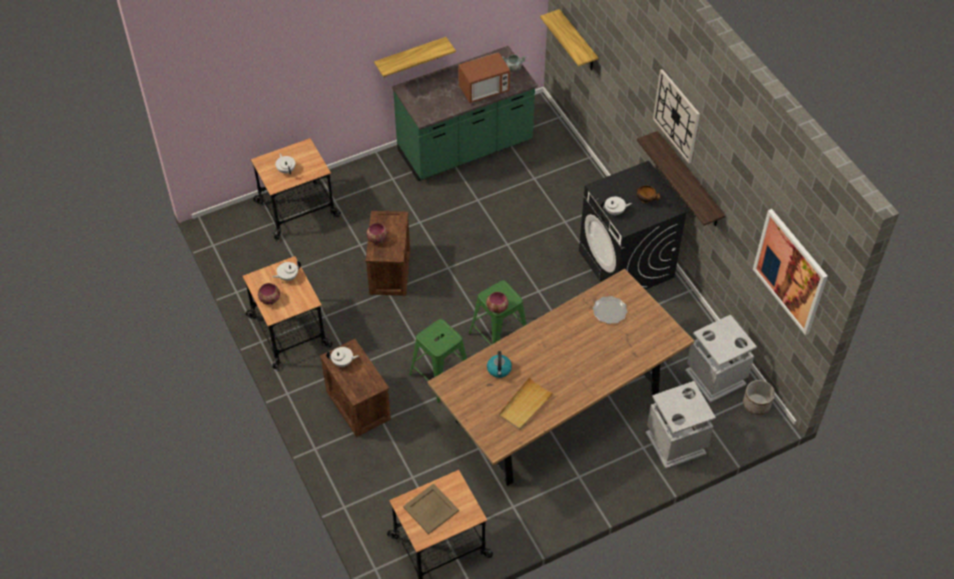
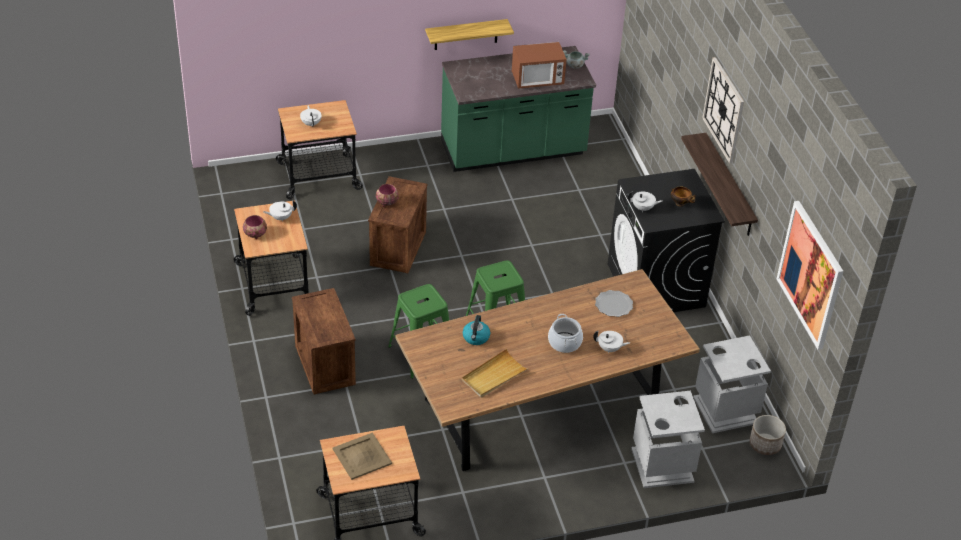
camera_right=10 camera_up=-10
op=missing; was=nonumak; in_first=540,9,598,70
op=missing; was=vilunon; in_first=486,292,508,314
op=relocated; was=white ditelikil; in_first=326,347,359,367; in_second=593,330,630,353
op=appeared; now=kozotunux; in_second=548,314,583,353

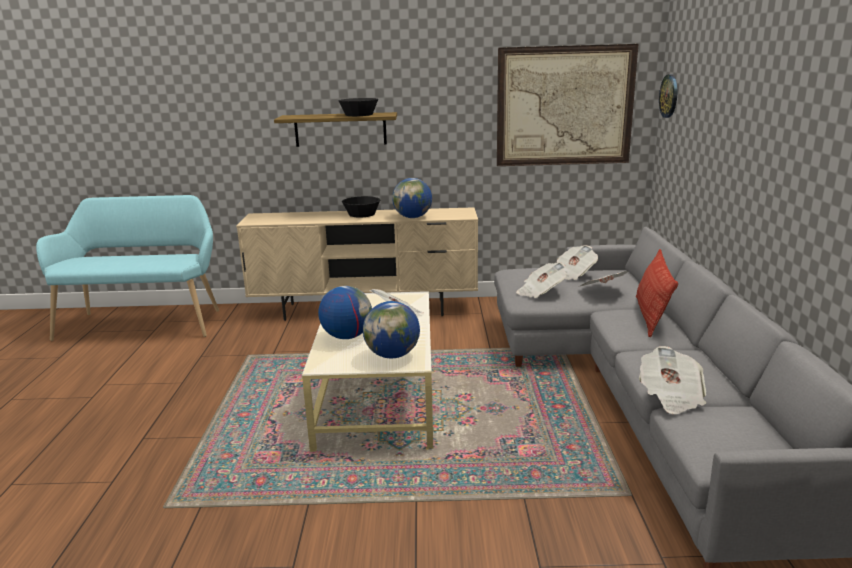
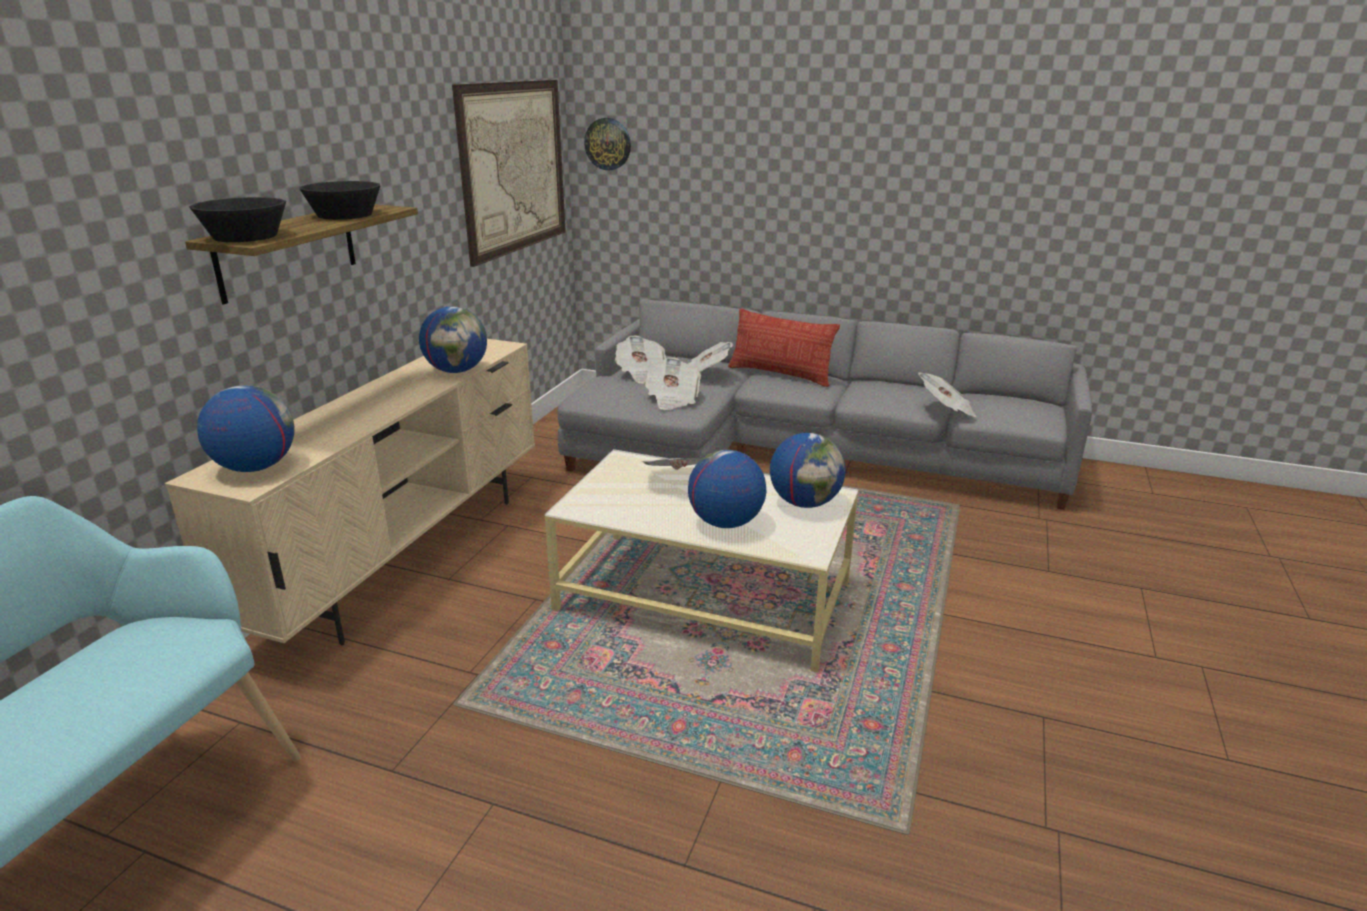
camera_right=-70 camera_up=5
op=relocated; was=black vilunon; in_first=342,196,381,218; in_second=189,197,286,242
op=appeared; now=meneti; in_second=197,385,295,472

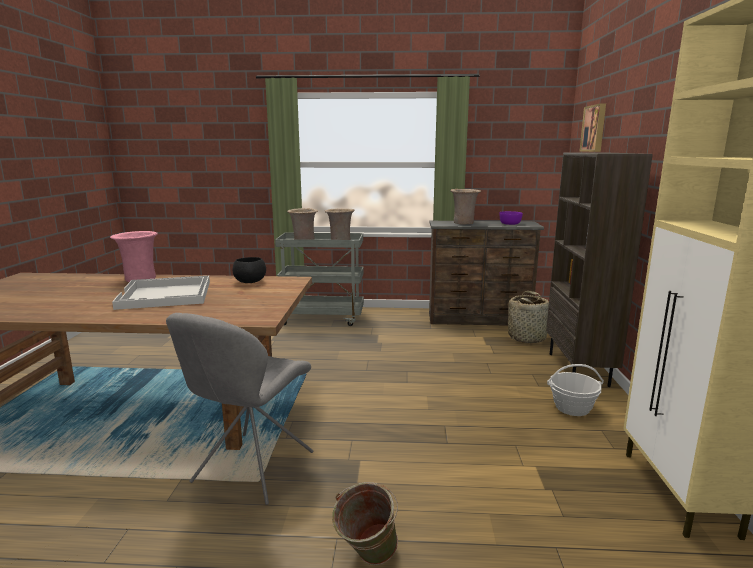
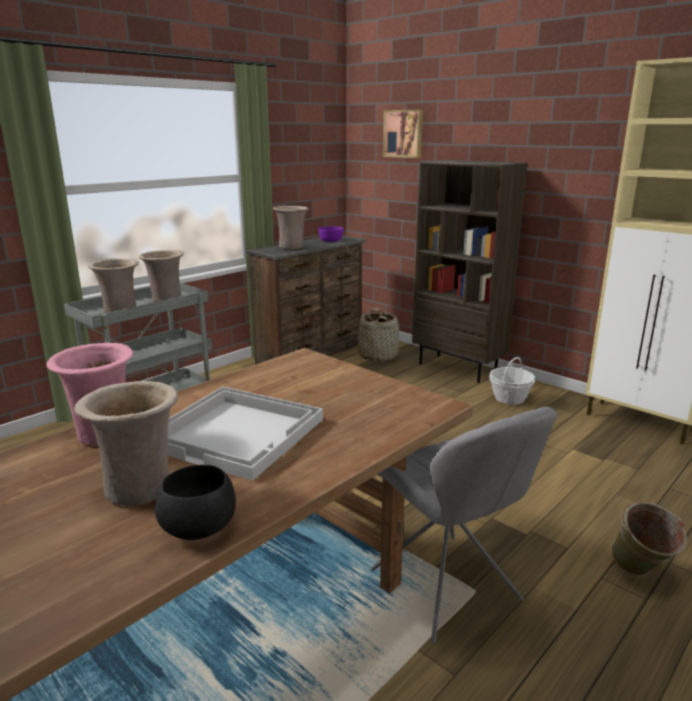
camera_right=-50 camera_up=5
op=relocated; was=black vilunon; in_first=233,257,266,283; in_second=155,465,236,540
op=appeared; now=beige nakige; in_second=74,381,178,506

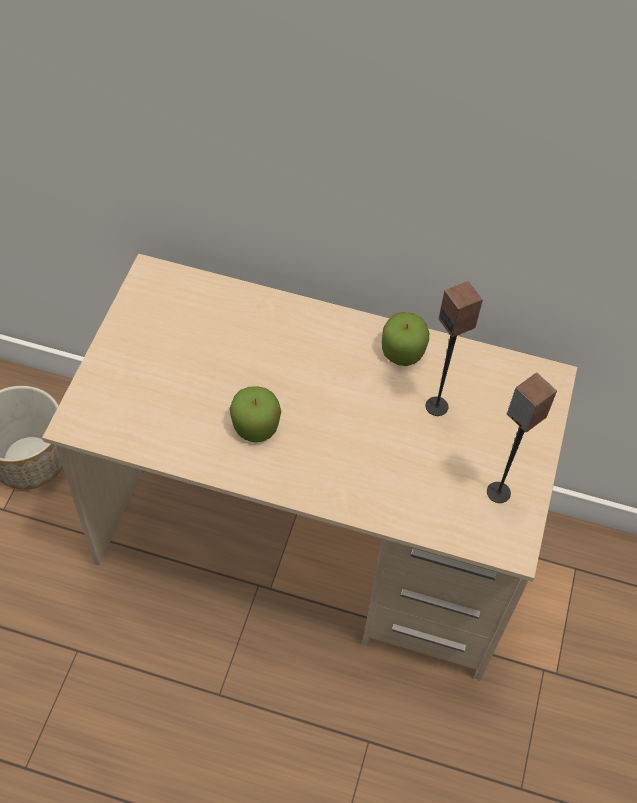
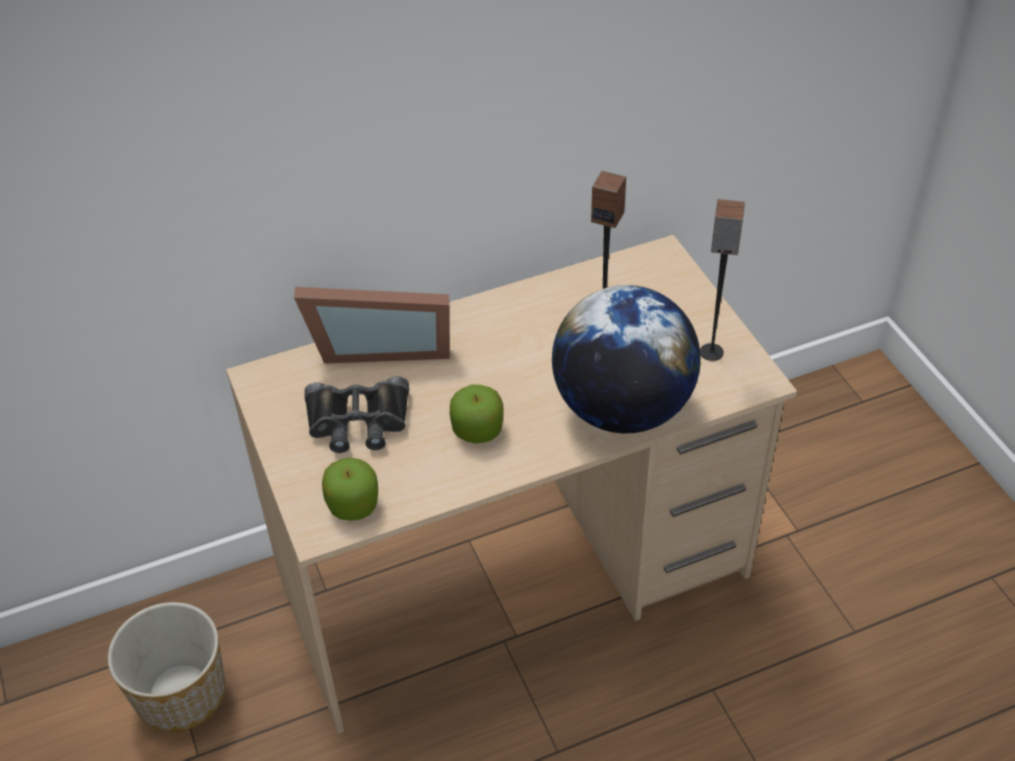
camera_right=-35 camera_up=-10
op=relocated; was=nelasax; in_first=382,312,429,366; in_second=322,458,378,521
op=appeared; now=meneti; in_second=552,285,701,434
op=appeared; now=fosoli; in_second=294,287,450,364
op=appeared; now=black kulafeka; in_second=305,376,409,453

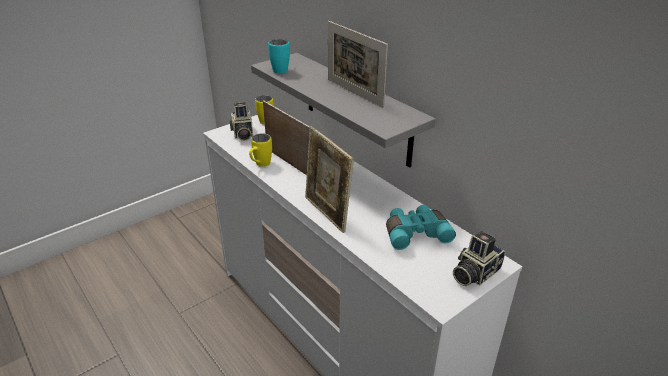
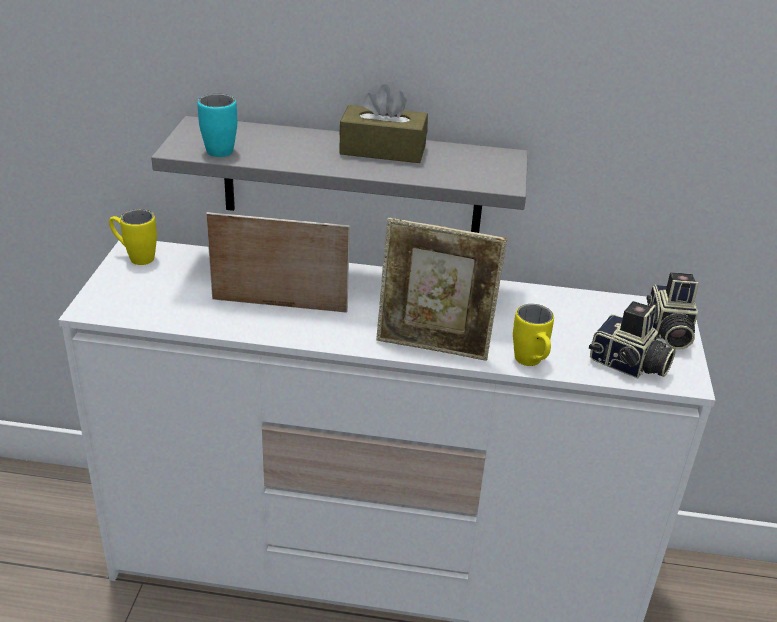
camera_right=-45 camera_up=0
op=exchanged; was=fosoli; now=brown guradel; in_first=328,21,388,108; in_second=339,84,428,163
op=relocated; was=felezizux; in_first=230,102,253,141; in_second=589,301,676,378
op=relocated; was=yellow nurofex; in_first=249,133,272,167; in_second=513,304,554,366
op=missing; was=turquoise kulafeka; in_first=386,205,456,250

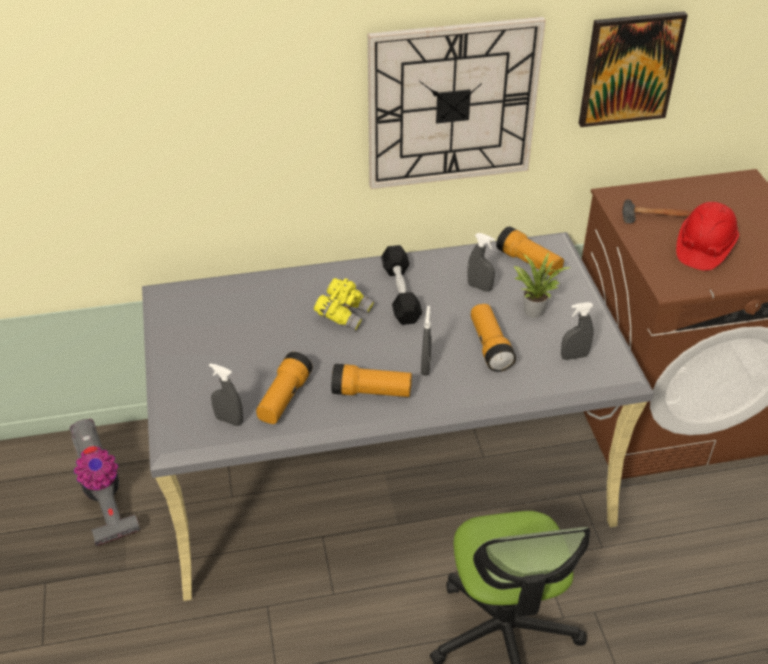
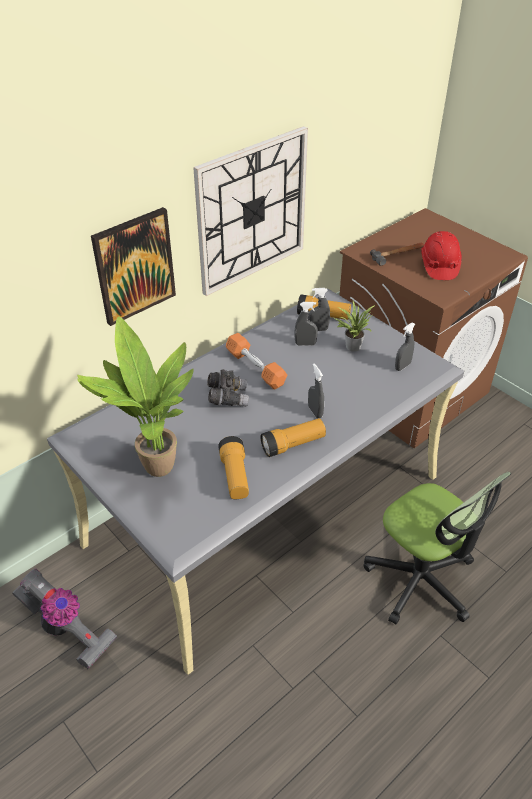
camera_right=-30 camera_up=0
op=relocated; was=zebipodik; in_first=579,11,688,127; in_second=91,207,176,326
op=colour; was=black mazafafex; now=orange mazafafex; in_first=381,245,422,325; in_second=226,333,287,390
op=colour; was=yellow kulafeka; now=grey kulafeka; in_first=314,278,374,331; in_second=207,369,249,406
op=missing; was=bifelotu; in_first=471,304,516,372
op=relocated; was=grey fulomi; in_first=209,363,243,426; in_second=308,288,330,331
op=appeared; now=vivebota; in_second=77,317,194,477

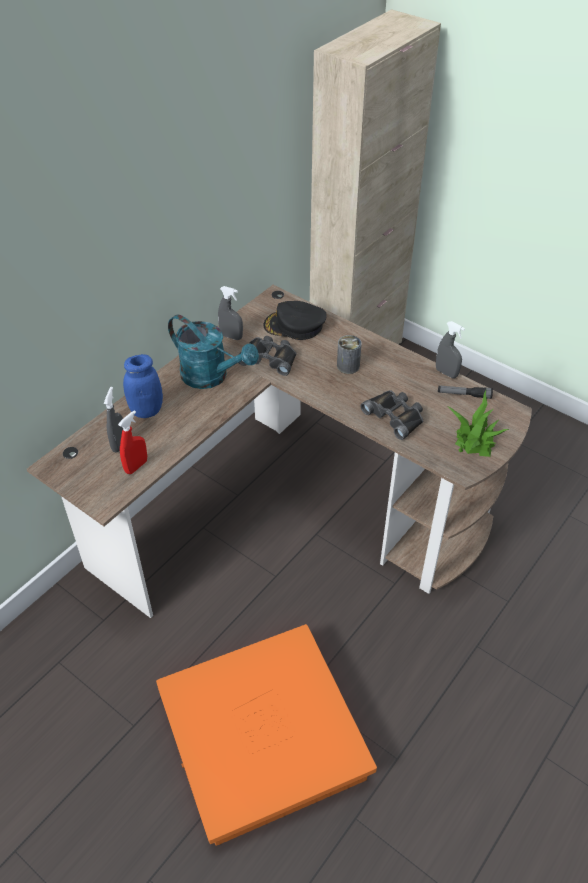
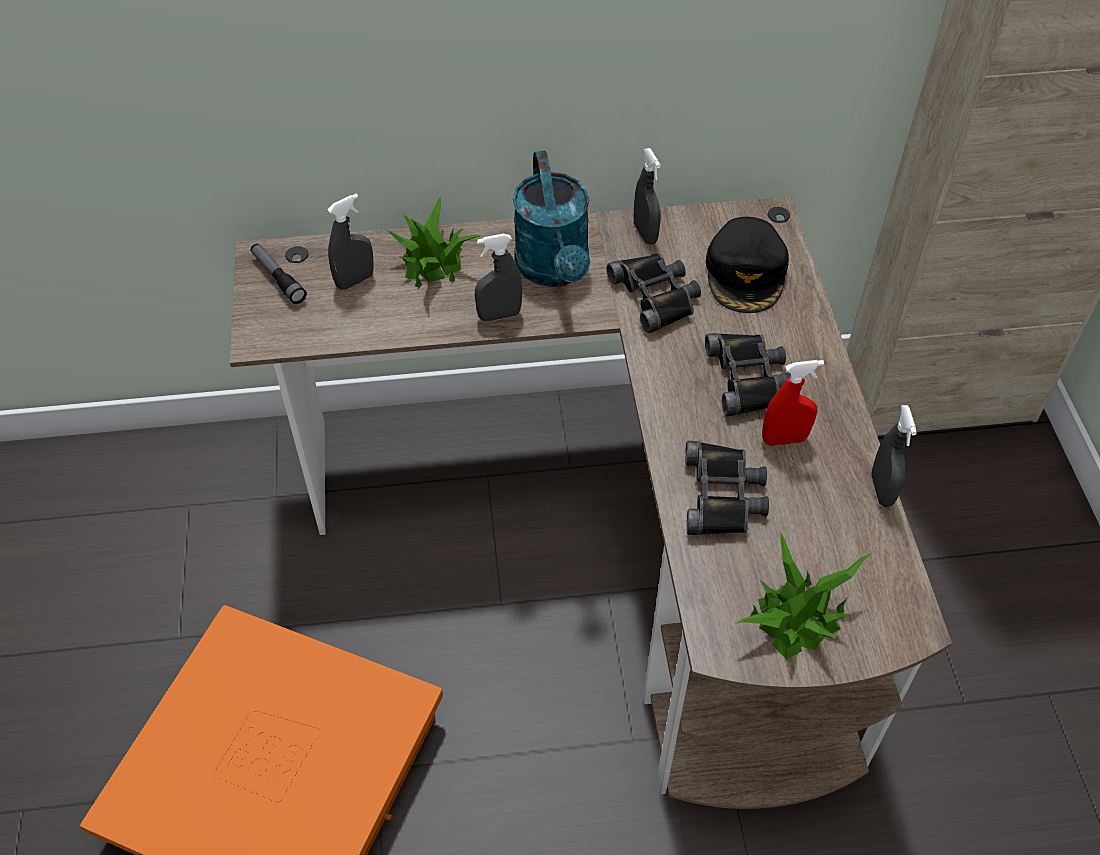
camera_right=45 camera_up=5
op=spun; was=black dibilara; in_first=264,301,327,340; in_second=706,217,789,313; clockwise=-135
op=exchanged; was=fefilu; now=black kulafeka; in_first=337,335,362,374; in_second=705,333,791,416
op=exchanged; was=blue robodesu; now=vivebota; in_first=123,354,163,418; in_second=386,196,480,288
op=relocated; was=bifelotu; in_first=438,386,493,399; in_second=251,244,307,304
op=relocated; was=red fulomi; in_first=118,410,147,474; in_second=762,360,824,446
op=appeared; now=grey fulomi; in_second=475,234,522,322

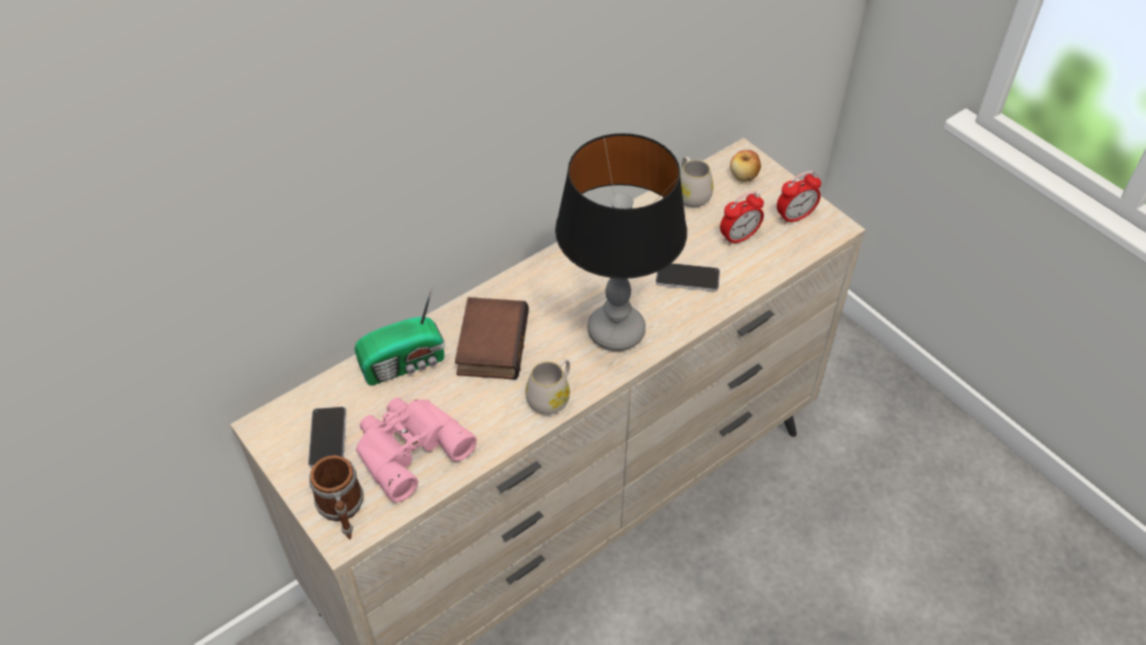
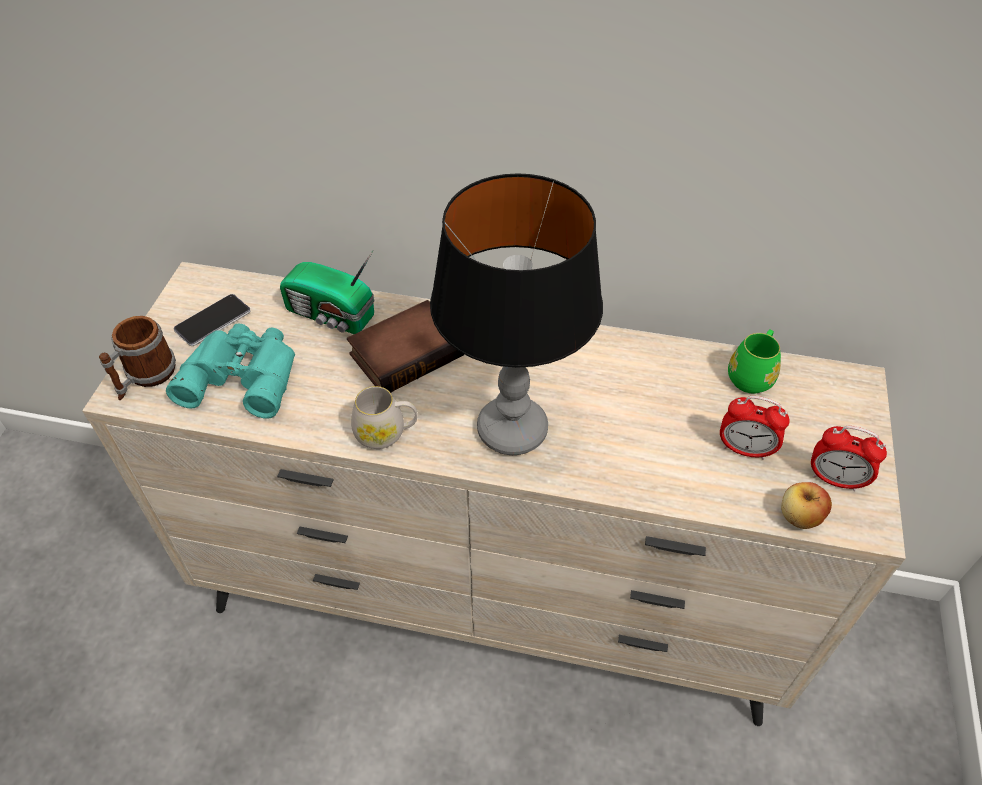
camera_right=50 camera_up=0
op=relocated; was=nelasax; in_first=730,150,761,182; in_second=781,482,832,529
op=colour; was=white nurofex; now=green nurofex; in_first=680,157,713,207; in_second=728,329,781,394
op=missing; was=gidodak; in_first=656,263,720,292
op=colour; was=pink kulafeka; now=turquoise kulafeka; in_first=356,398,477,502; in_second=166,323,295,419

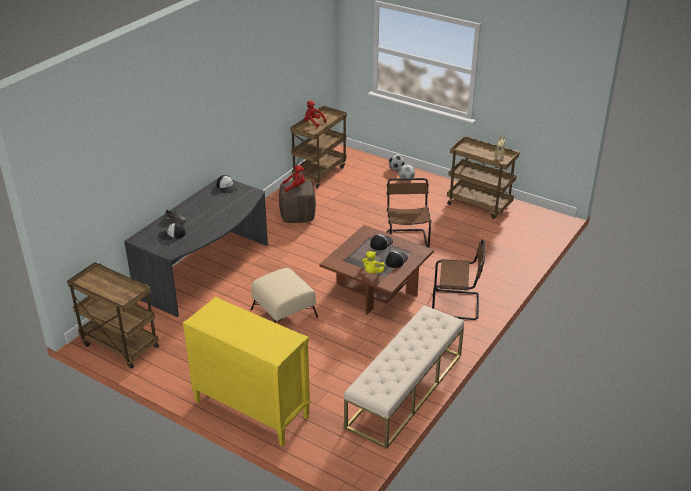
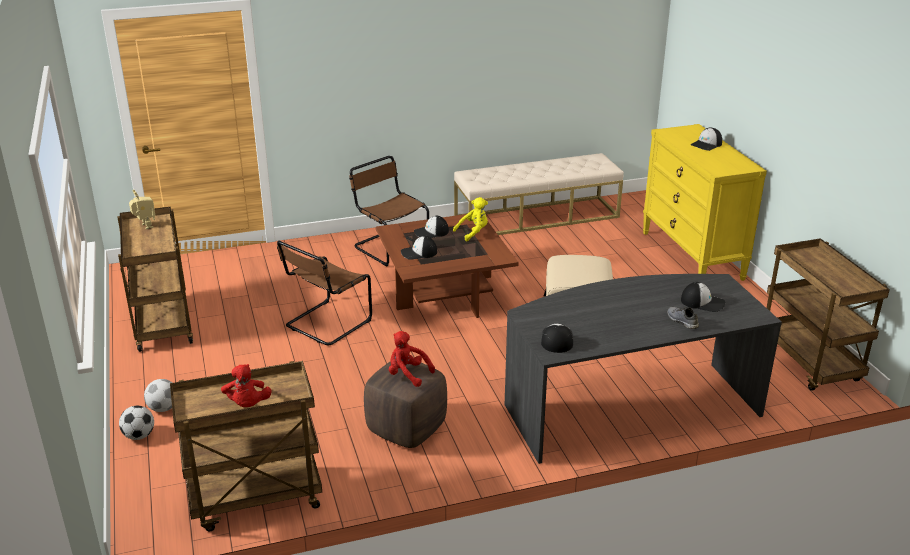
camera_right=-140 camera_up=-5
op=appeared; now=dibilara; in_second=691,127,722,151

